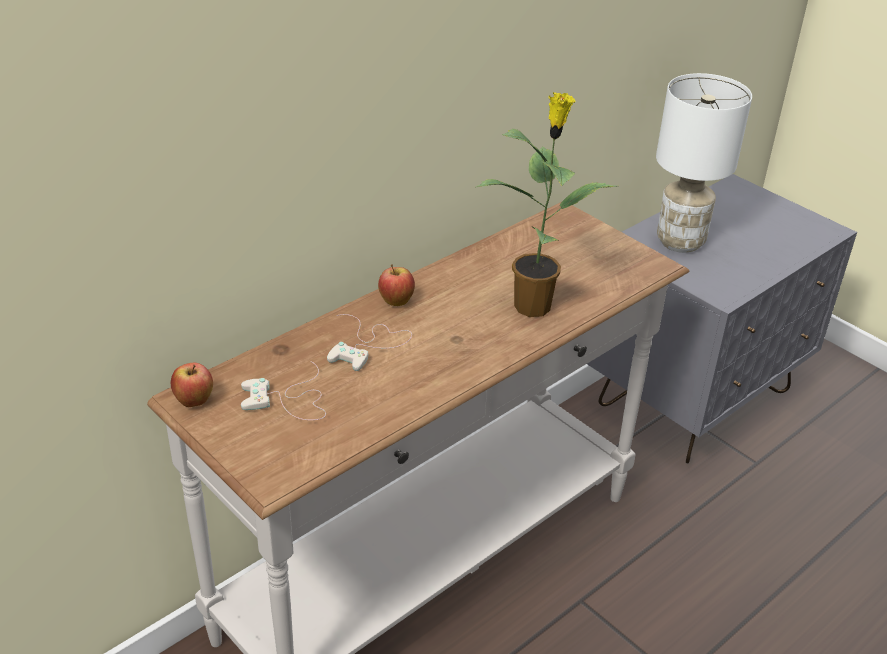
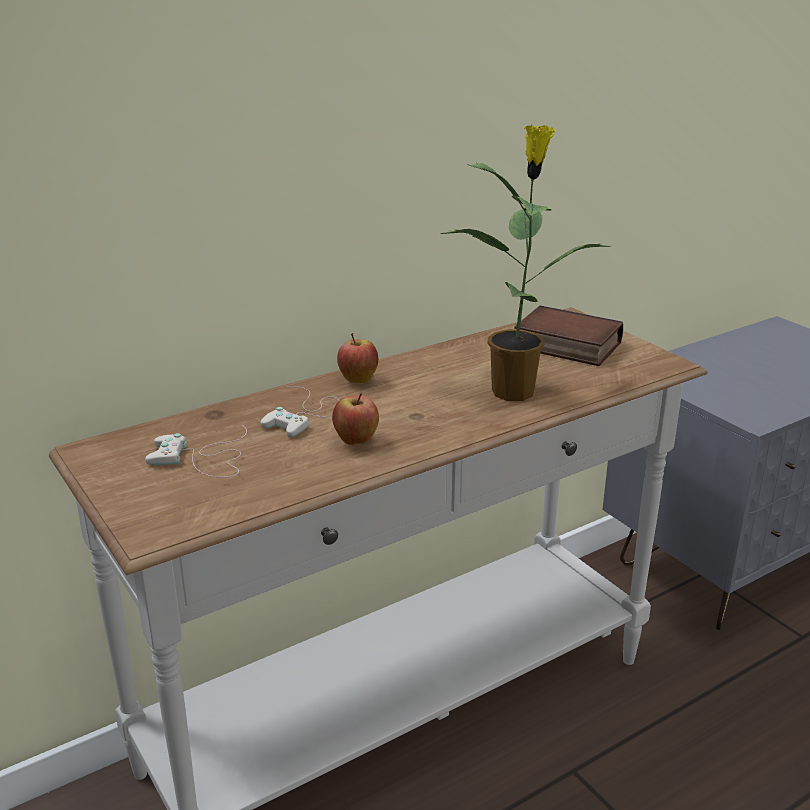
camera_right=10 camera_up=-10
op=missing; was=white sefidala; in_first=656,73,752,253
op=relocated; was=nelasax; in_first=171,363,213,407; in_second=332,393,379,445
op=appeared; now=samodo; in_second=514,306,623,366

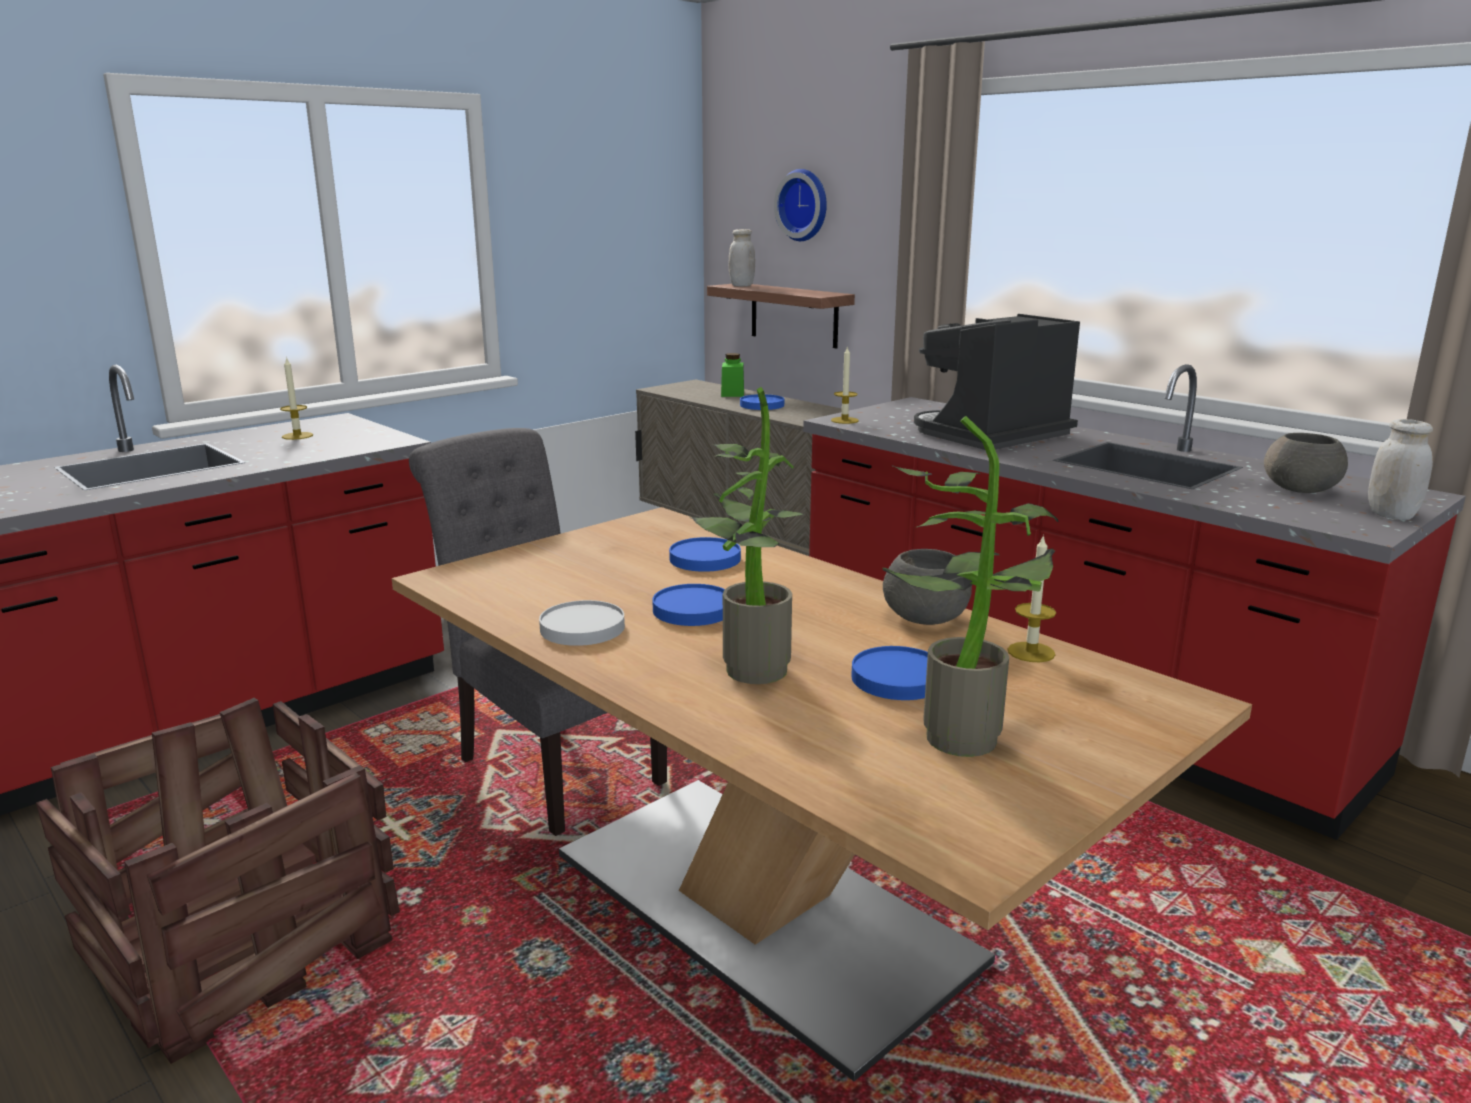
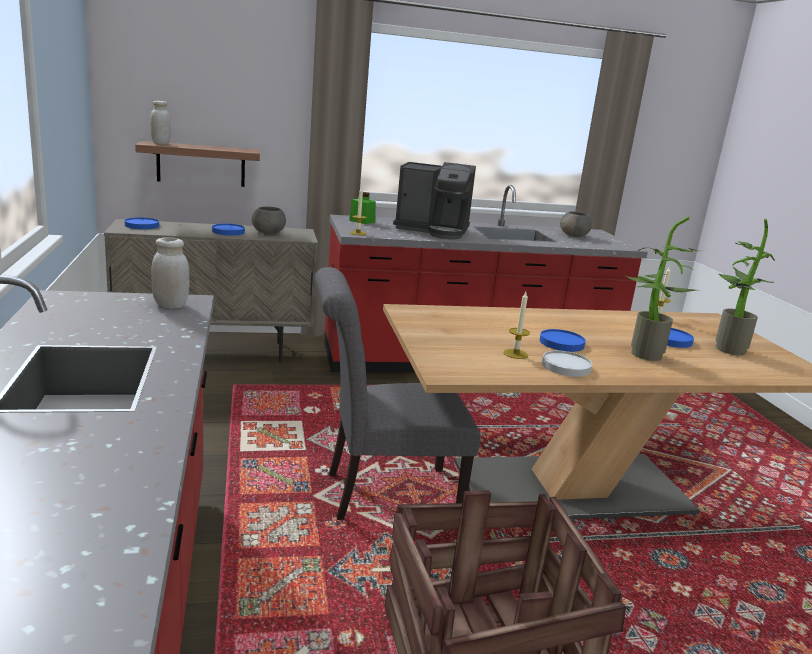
camera_right=-60 camera_up=0
op=missing; was=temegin; in_first=774,169,827,241
op=spun; was=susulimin; in_first=914,314,1080,450; in_second=393,162,476,239; clockwise=-75
op=relocated; was=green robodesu; in_first=721,353,744,397; in_second=349,192,376,224
op=relocated; was=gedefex; in_first=280,357,313,440; in_second=504,292,530,359
op=relocated; was=white robodesu; in_first=1368,419,1433,520; in_second=151,237,189,308
op=relocated; was=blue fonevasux; in_first=669,537,741,572; in_second=125,217,159,229
op=relocated; was=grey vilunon; in_first=883,549,972,625; in_second=252,206,286,234

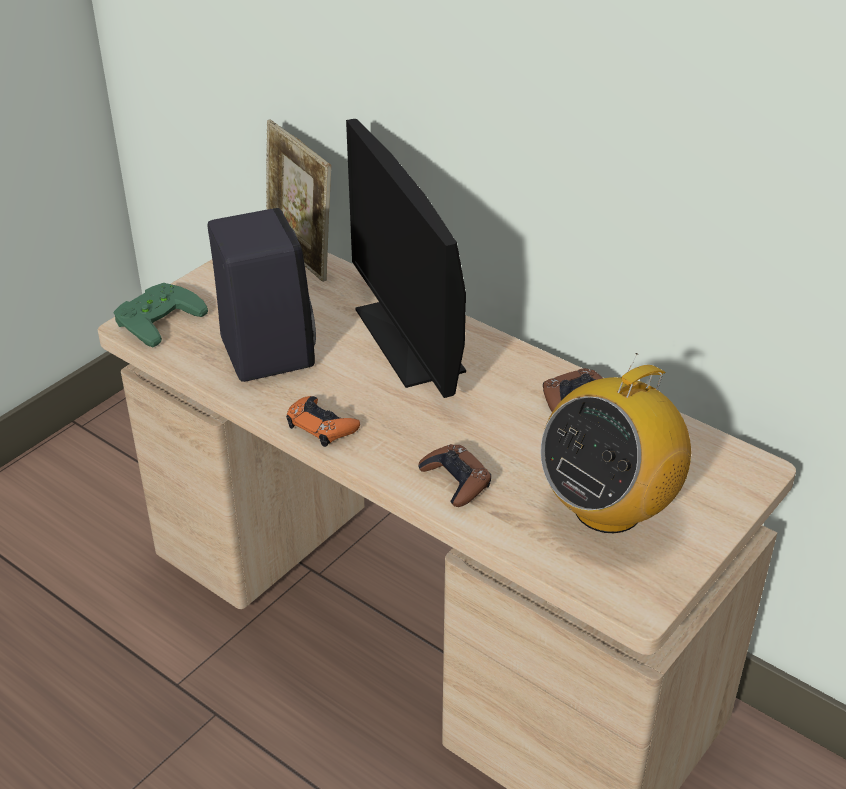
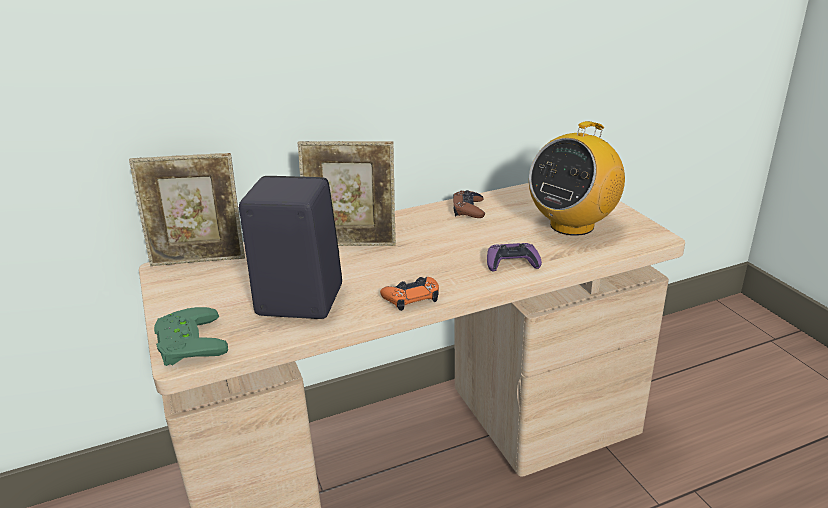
camera_right=-60 camera_up=-10
op=exchanged; was=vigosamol; now=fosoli; in_first=346,119,466,398; in_second=298,141,396,246
op=spun; was=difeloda; in_first=541,353,691,533; in_second=529,121,625,236; clockwise=60
op=colour; was=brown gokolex; now=purple gokolex; in_first=418,444,492,507; in_second=487,243,542,271

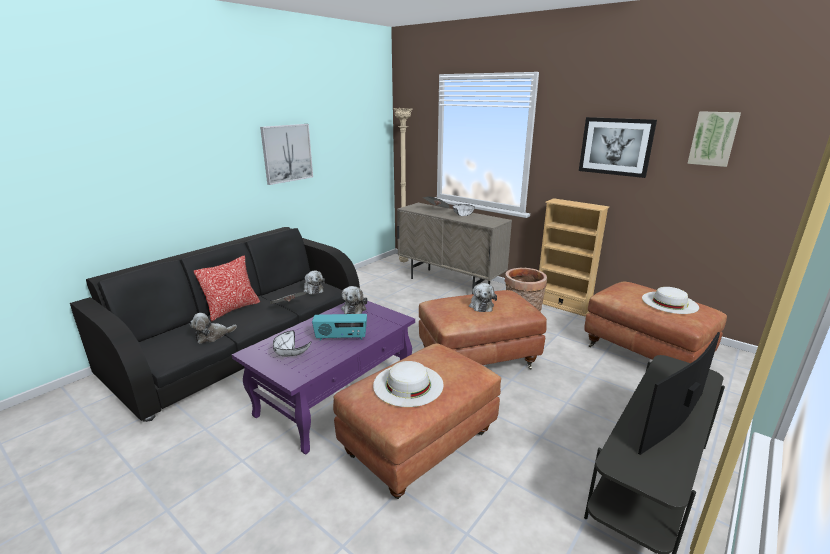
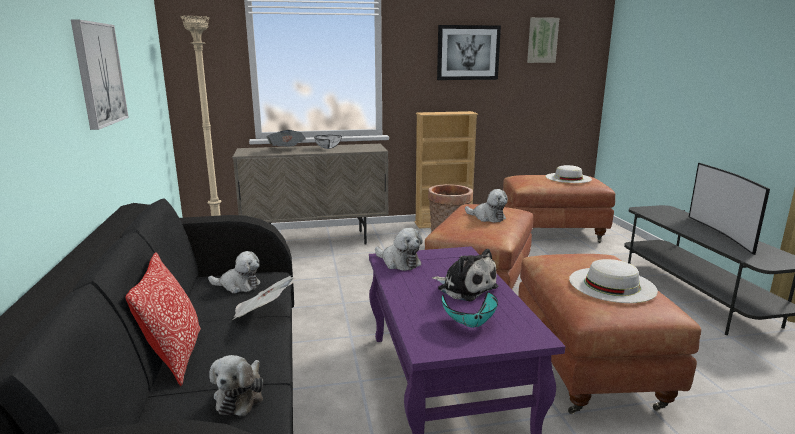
camera_right=-50 camera_up=-5
op=exchanged; was=difeloda; now=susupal; in_first=312,314,367,341; in_second=432,249,498,302
op=colour; was=white vilunon; now=turquoise vilunon; in_first=273,331,311,357; in_second=441,292,498,327

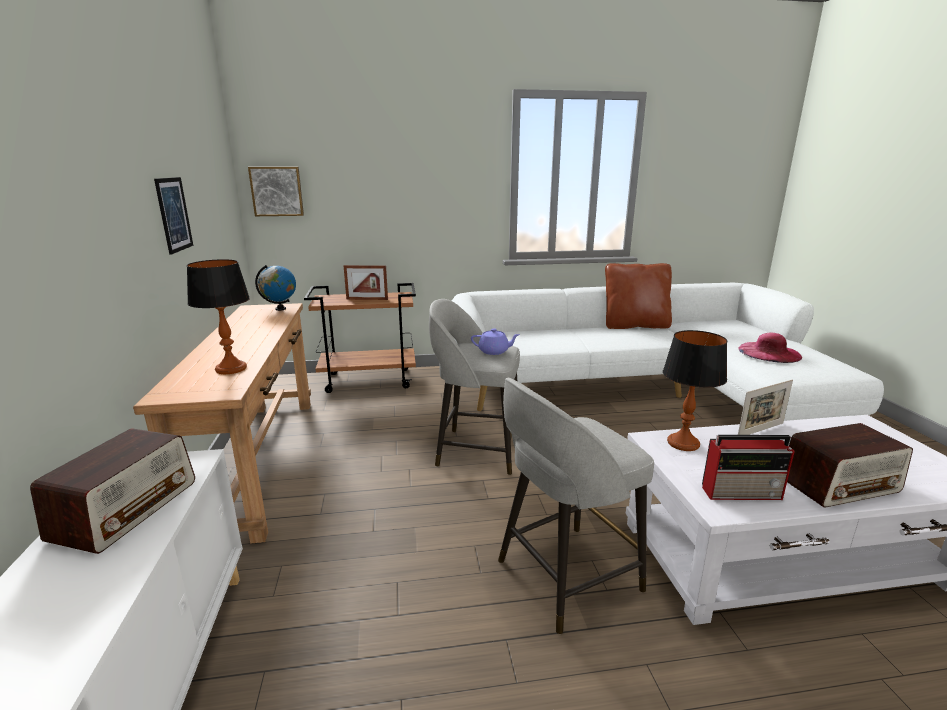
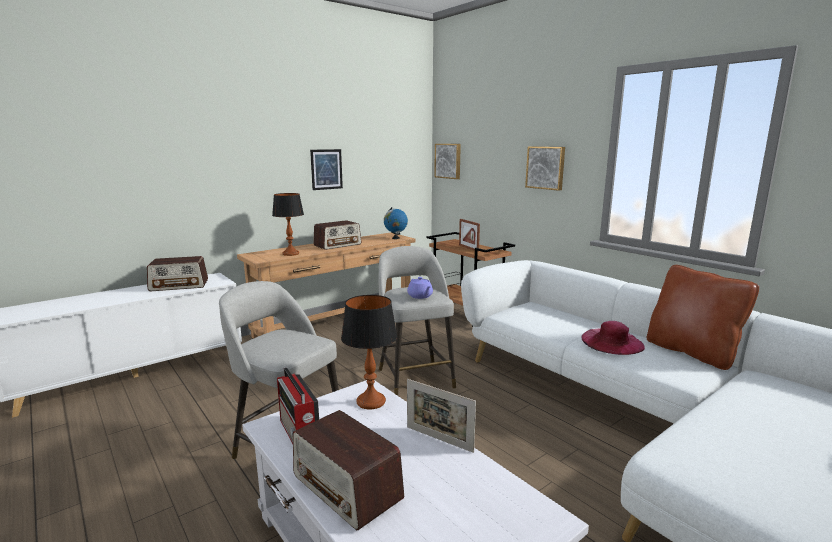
camera_right=60 camera_up=-5
op=relocated; was=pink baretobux; in_first=738,333,802,363; in_second=581,321,645,355
op=appeared; now=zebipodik; in_second=525,146,565,191
op=appeared; now=difeloda; in_second=313,220,361,250

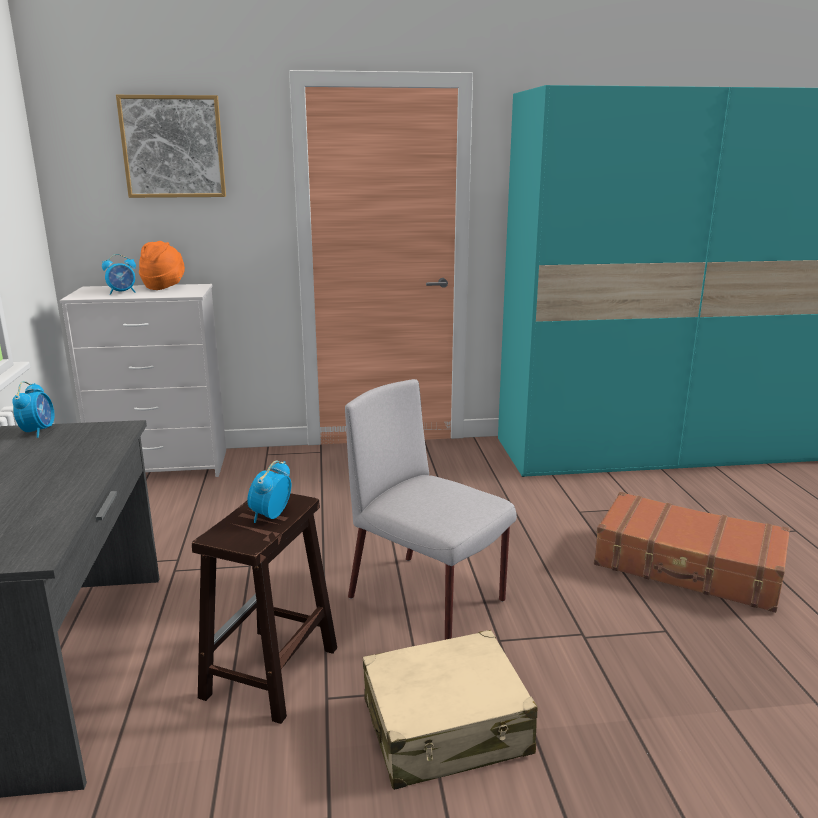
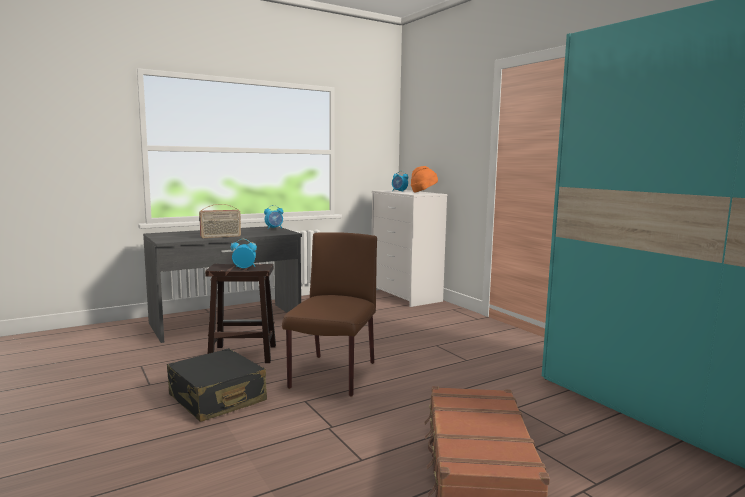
camera_right=65 camera_up=-10
op=missing; was=zebipodik; in_first=116,95,226,198
op=colour; was=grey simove; now=brown simove; in_first=345,379,517,640; in_second=282,232,377,397
op=colour; was=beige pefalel; now=black pefalel; in_first=363,630,538,790; in_second=167,348,267,422
op=appeared; now=difeloda; in_second=199,204,241,238

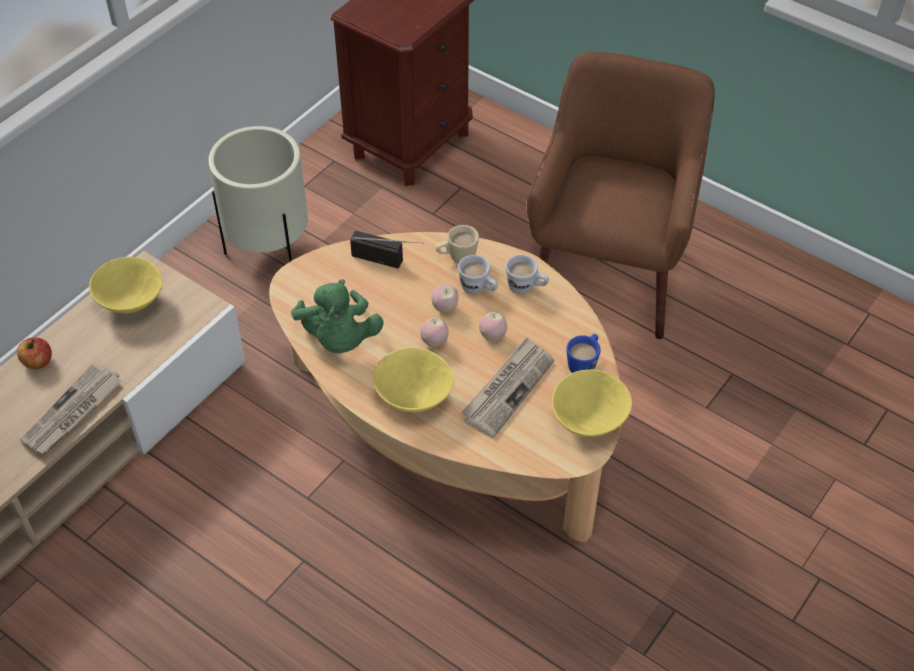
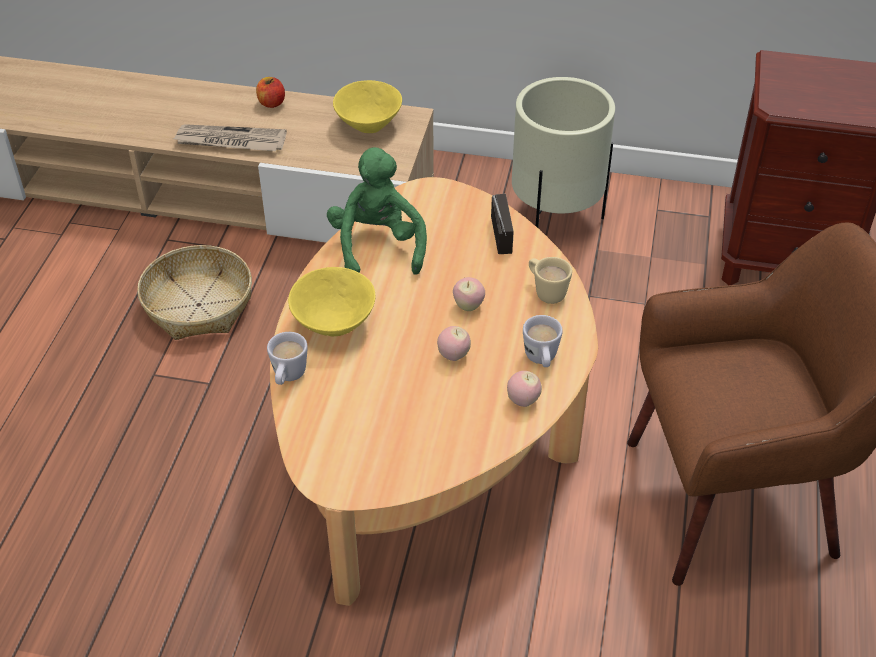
camera_right=65 camera_up=-5
op=relocated; was=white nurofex; in_first=458,255,498,295; in_second=267,332,308,385
op=spun; was=green susupal; in_first=291,279,383,353; in_second=327,147,427,274; clockwise=120
op=relocated; was=nelasax; in_first=420,318,449,347; in_second=507,371,542,407
op=missing; was=blue nurofex; in_first=566,334,601,373
op=missing; was=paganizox; in_first=461,337,554,438
op=missing; was=yellow vilunon; in_first=552,369,632,437
op=appeared; now=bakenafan; in_second=137,245,252,340

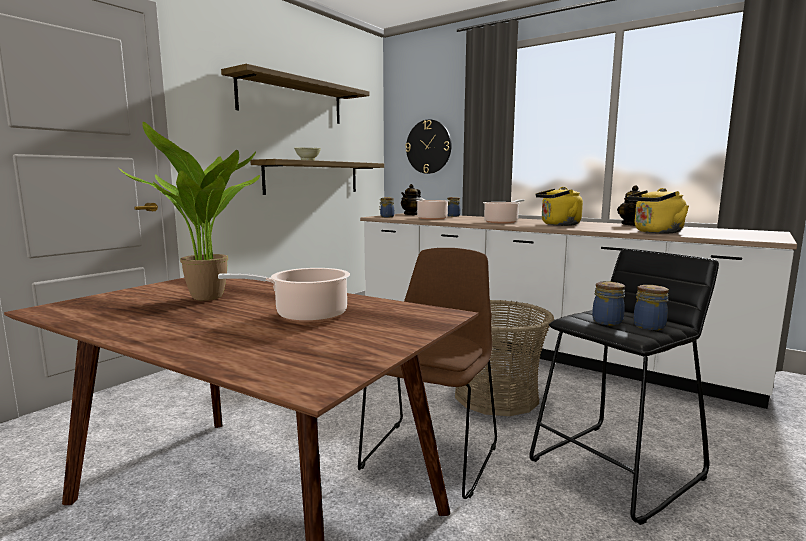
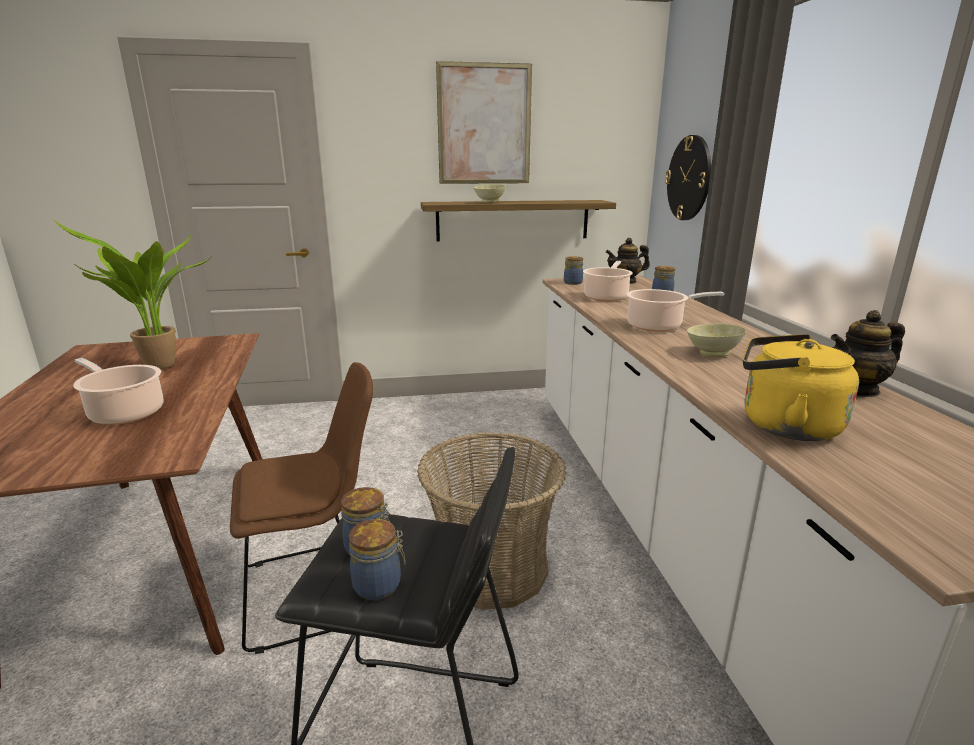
camera_right=45 camera_up=10
op=exchanged; was=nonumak; now=zebipodik; in_first=221,64,369,124; in_second=436,61,532,184
op=exchanged; was=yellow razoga; now=beige vilunon; in_first=536,187,583,226; in_second=687,323,747,357

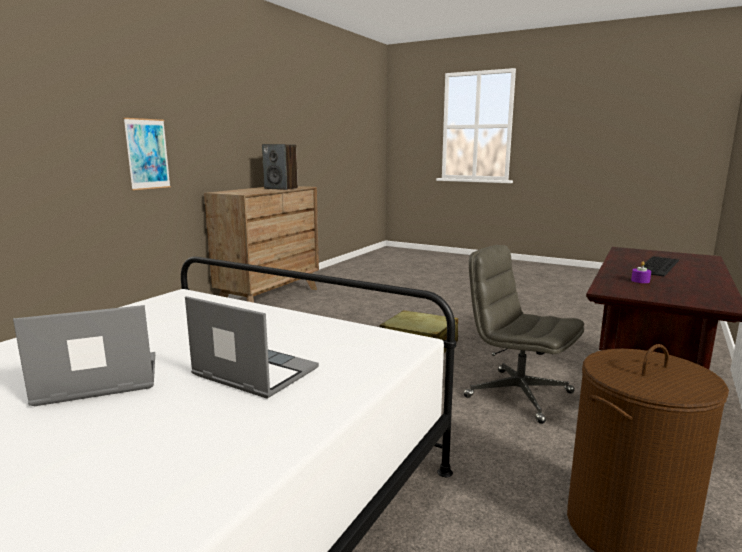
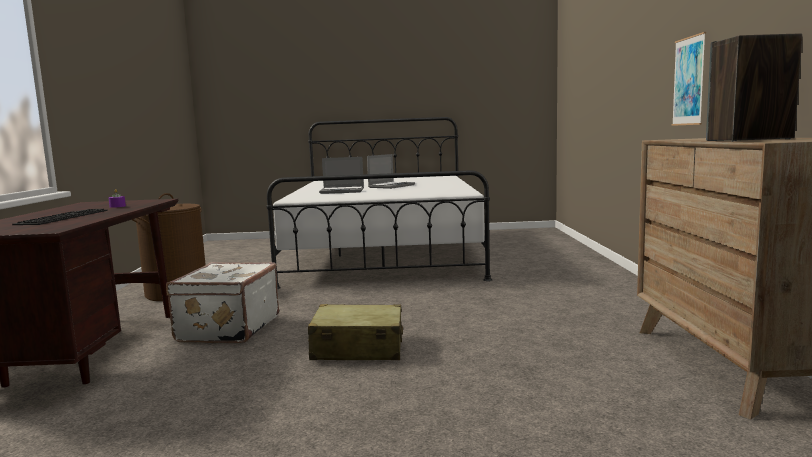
camera_right=150 camera_up=-5
op=exchanged; was=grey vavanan; now=white pefalel; in_first=464,245,584,424; in_second=166,262,279,343

